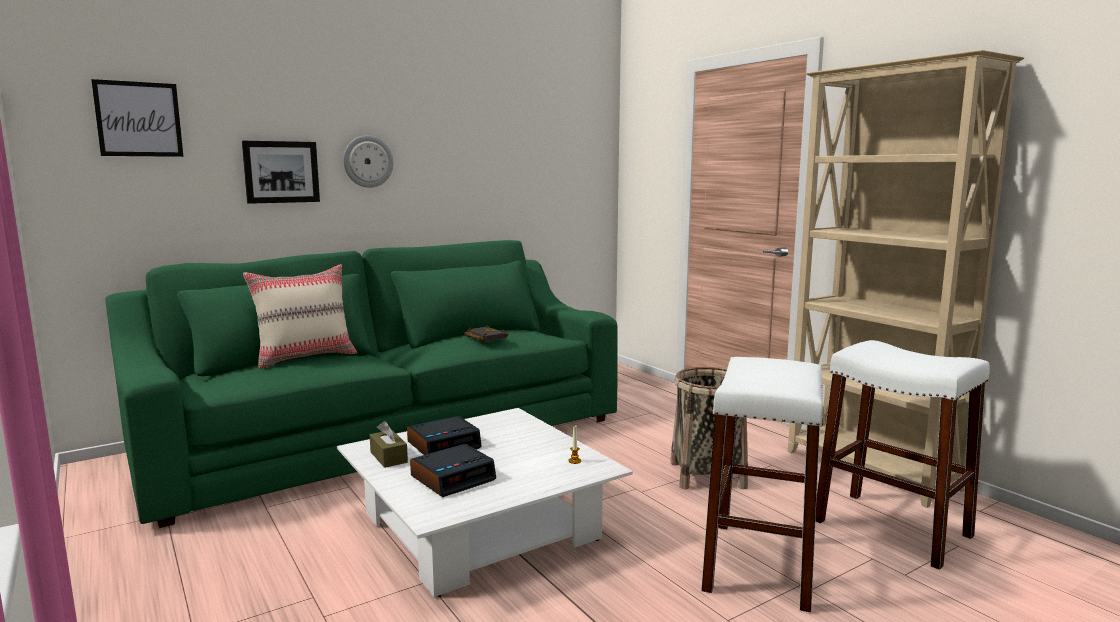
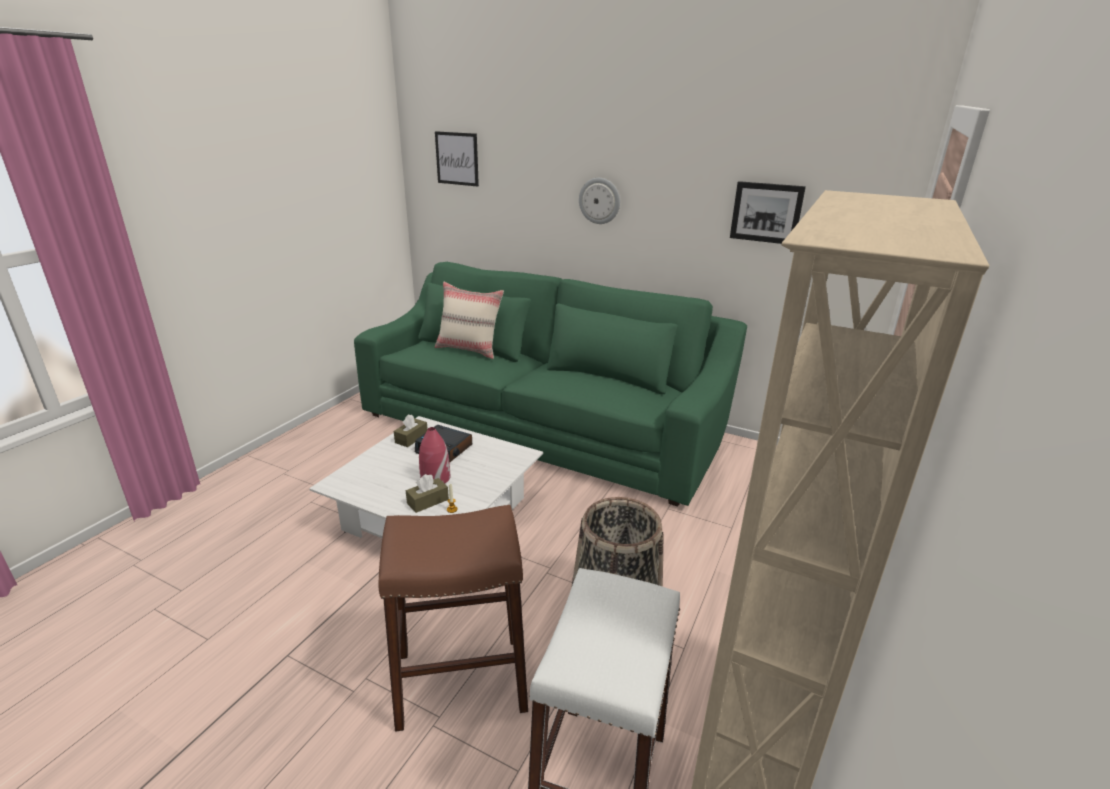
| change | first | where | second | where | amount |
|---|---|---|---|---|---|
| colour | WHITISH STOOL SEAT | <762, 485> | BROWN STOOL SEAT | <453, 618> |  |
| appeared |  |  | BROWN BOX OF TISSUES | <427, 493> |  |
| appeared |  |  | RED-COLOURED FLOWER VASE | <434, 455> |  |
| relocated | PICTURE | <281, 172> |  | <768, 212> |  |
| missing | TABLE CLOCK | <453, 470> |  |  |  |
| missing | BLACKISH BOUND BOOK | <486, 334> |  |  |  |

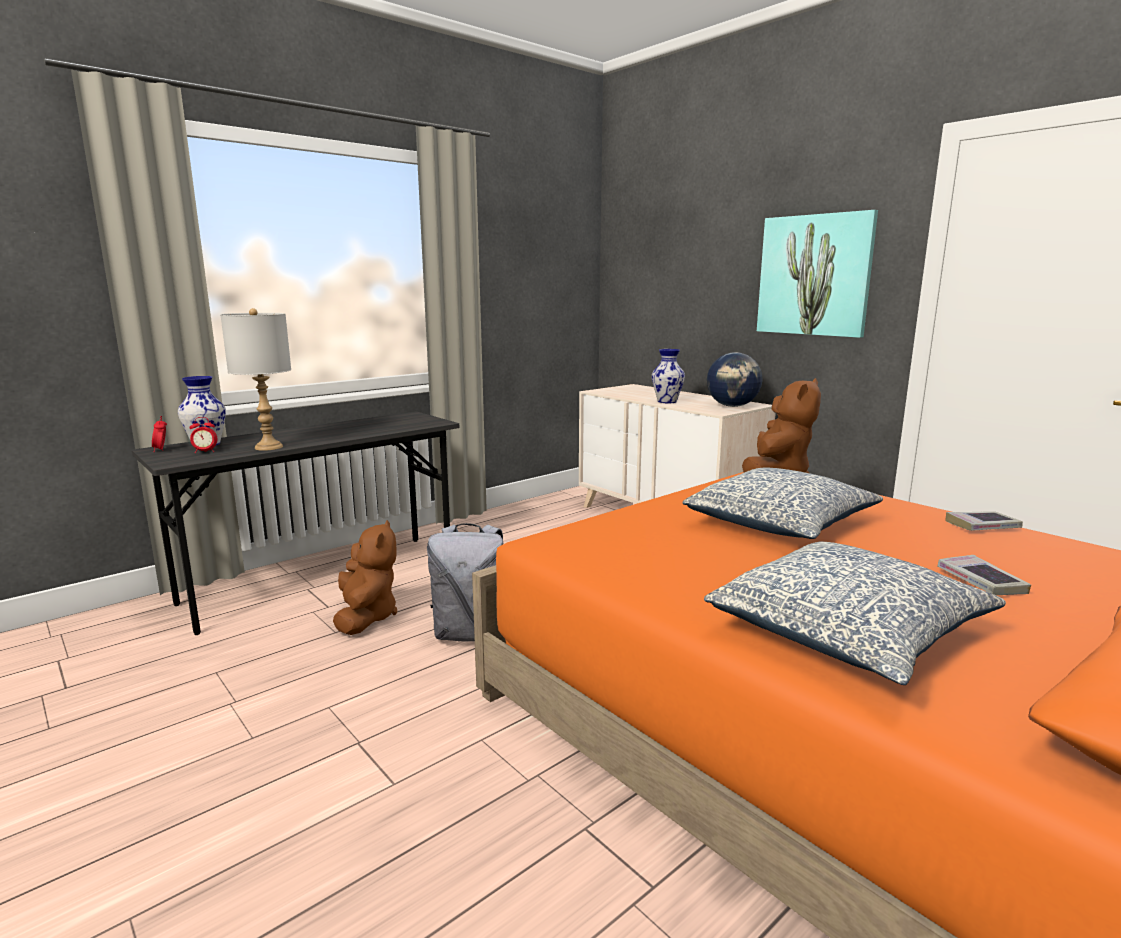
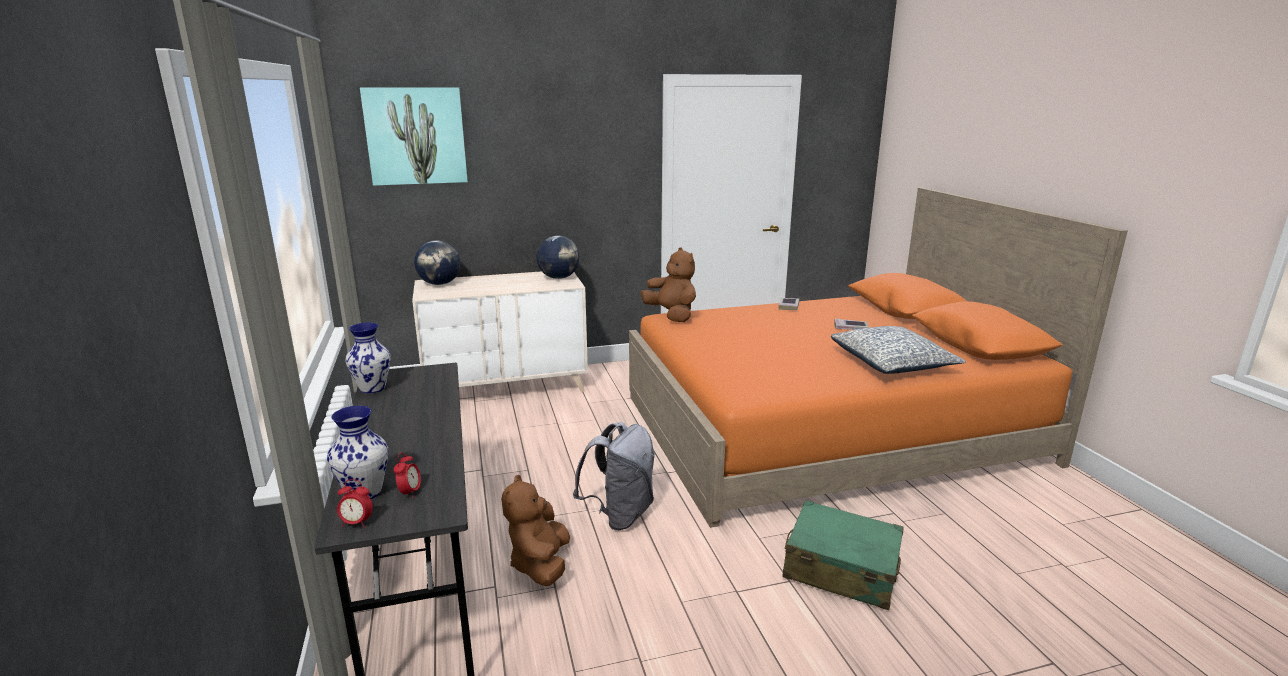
| change | first | where | second | where | amount |
|---|---|---|---|---|---|
| relocated | FLOWER VASE | <668, 376> |  | <368, 357> |  |
| relocated | PICTURE | <817, 274> |  | <414, 136> |  |
| appeared |  |  | DESK GLOBE | <437, 262> |  |
| spun | BROWN SOFT TOY | <365, 577> |  | <535, 530> | 105 degrees counterclockwise |
| appeared |  |  | GREEN SUITCASE | <843, 555> |  |
| missing | GREY LAMP FOR A TABLE | <255, 379> |  |  |  |
| missing | THROW PILLOW | <783, 503> |  |  |  |

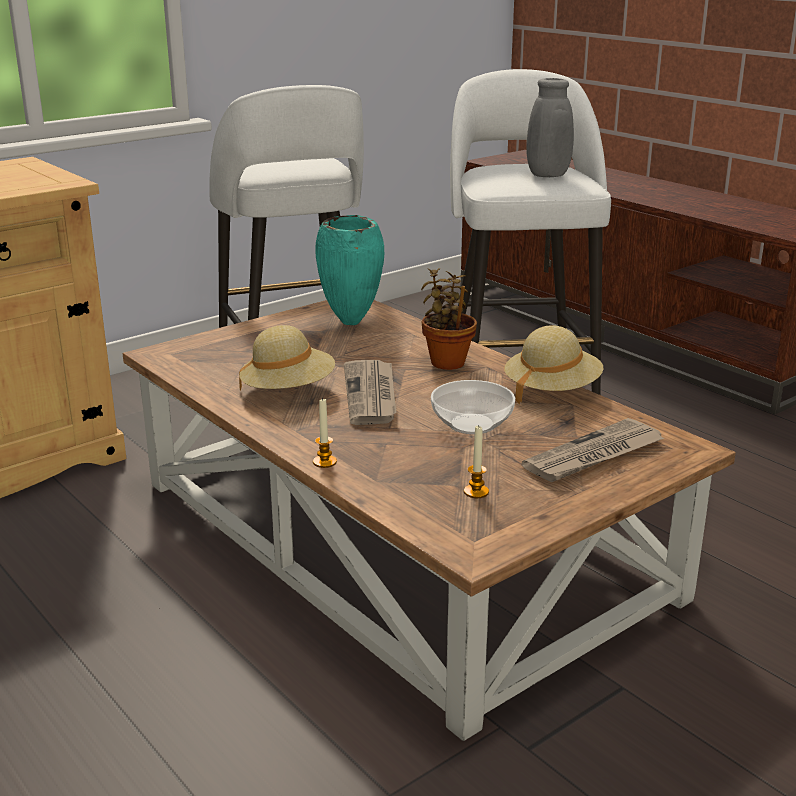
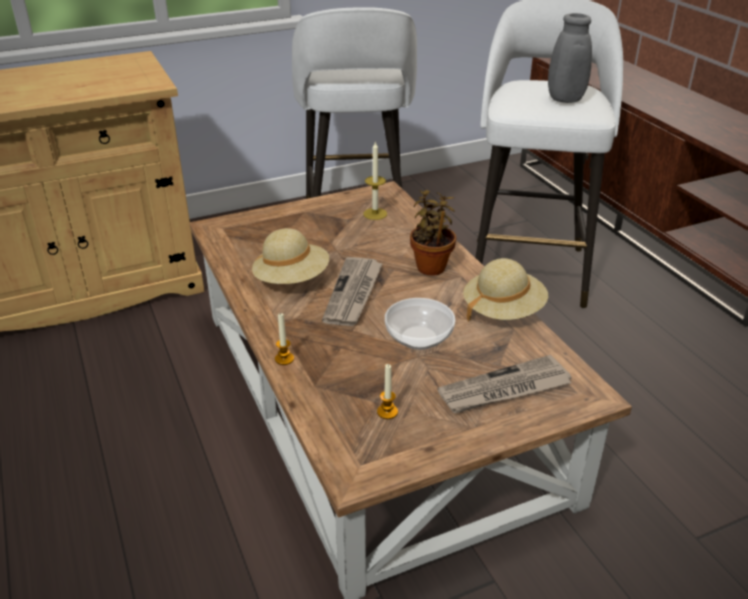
| change | first | where | second | where | amount |
|---|---|---|---|---|---|
| exchanged | BLUE-GREEN FLOWER VASE | <349, 270> | WAX LIGHT | <375, 180> |  |

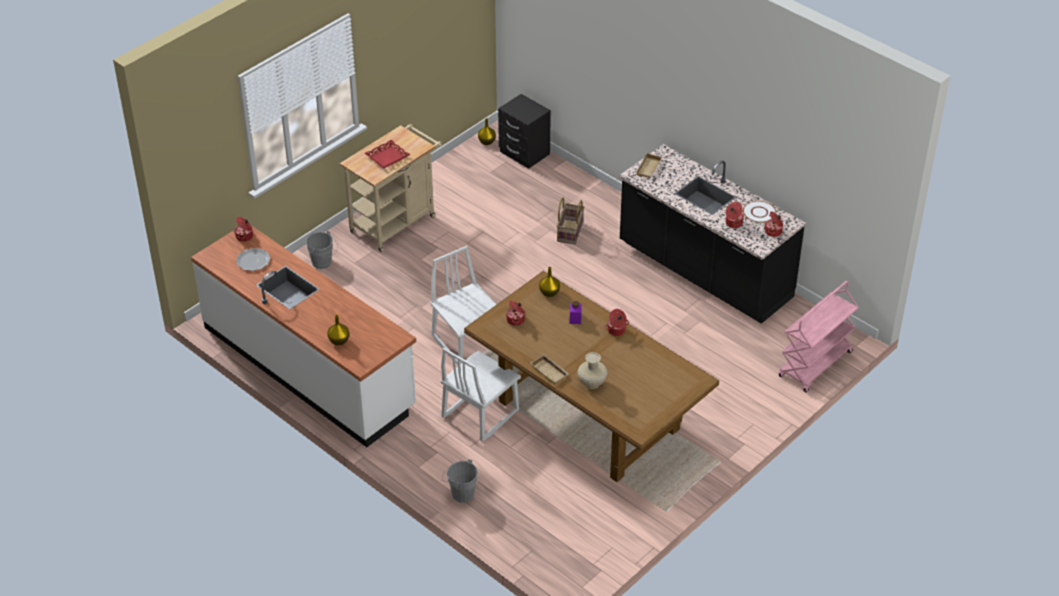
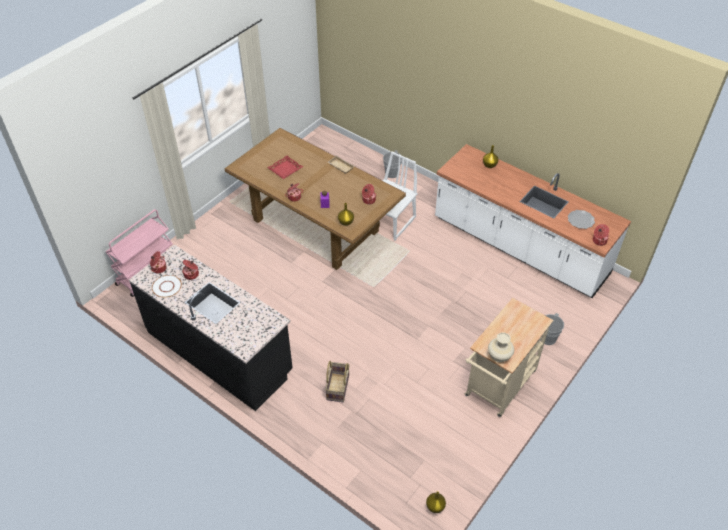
| change | first | where | second | where | amount |
|---|---|---|---|---|---|
| relocated | RED-COLOURED CARRYING TRAY | <387, 154> |  | <285, 167> |  |
| relocated | SAND-COLOURED FLOWER VASE | <592, 370> |  | <501, 347> |  |
| missing | WHITISH PLAIN CHAIR | <463, 305> |  |  |  |
| missing | BLACKISH NIGHT TABLE | <524, 131> |  |  |  |
| missing | SAND-COLOURED CARRYING TRAY | <649, 165> |  |  |  |

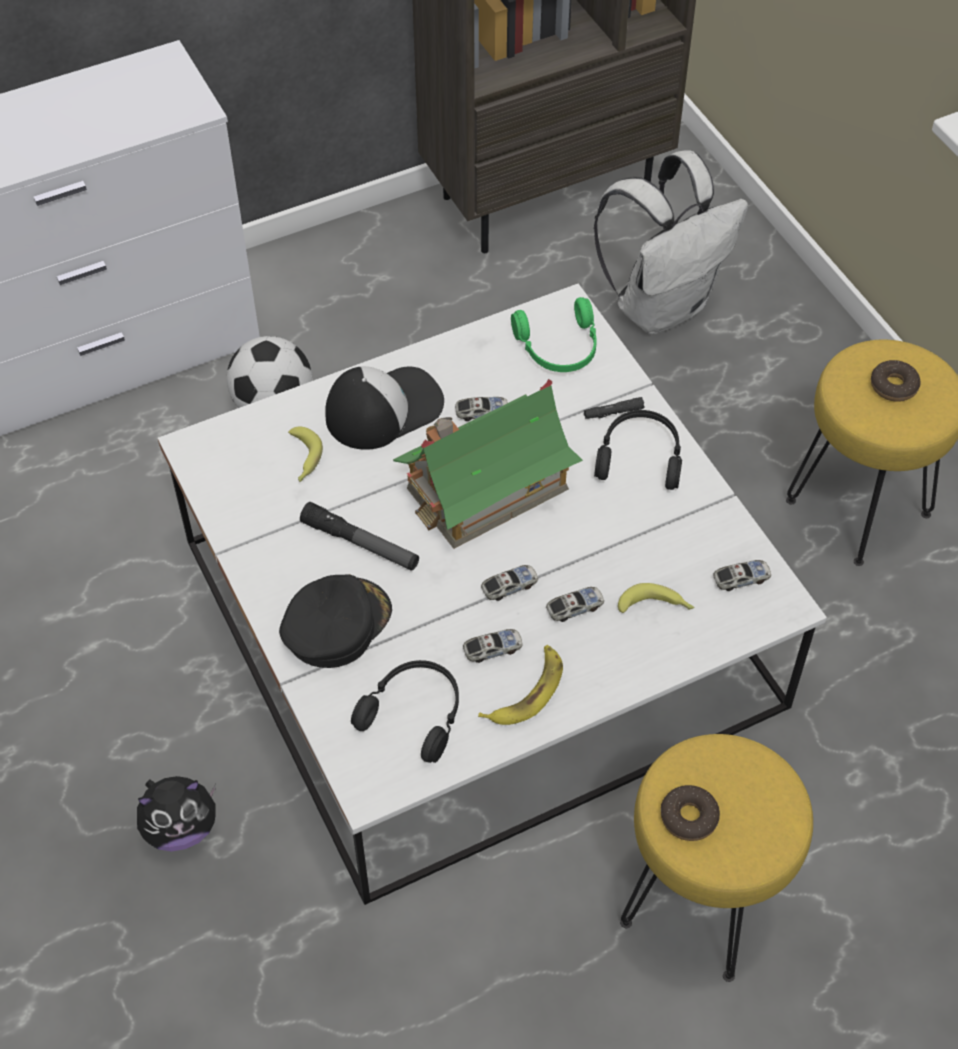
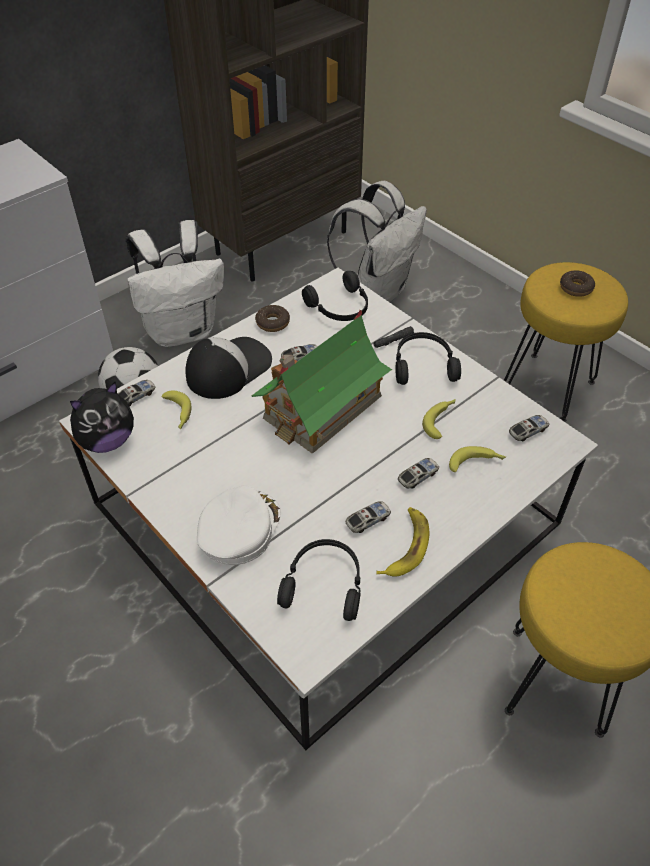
| change | first | where | second | where | amount |
|---|---|---|---|---|---|
| relocated | SOFT TOY | <176, 814> |  | <102, 417> |  |
| relocated | TOY CAR | <509, 583> |  | <137, 393> |  |
| appeared |  |  | WHITISH BACKPACK | <175, 283> |  |
| colour | BLACKISH BASEBALL CAP | <335, 621> | WHITISH BASEBALL CAP | <239, 525> |  |
| relocated | DONUT | <690, 813> |  | <272, 318> |  |
| colour | GREEN HEADPHONES | <554, 334> | BLACKISH HEADPHONES | <335, 296> |  |
| appeared |  |  | WHOLE BANANA | <439, 419> |  |
| missing | TORCH | <359, 536> |  |  |  |

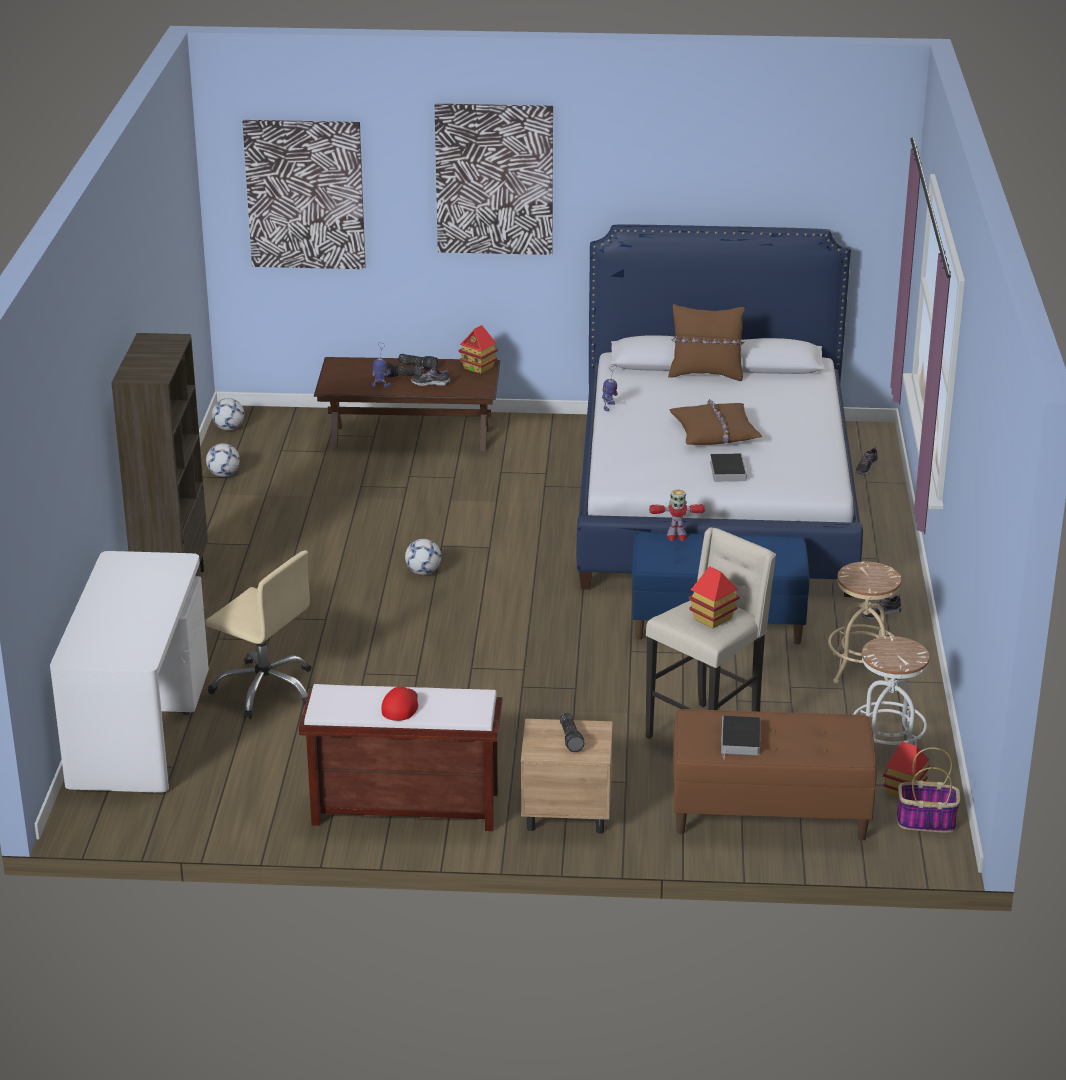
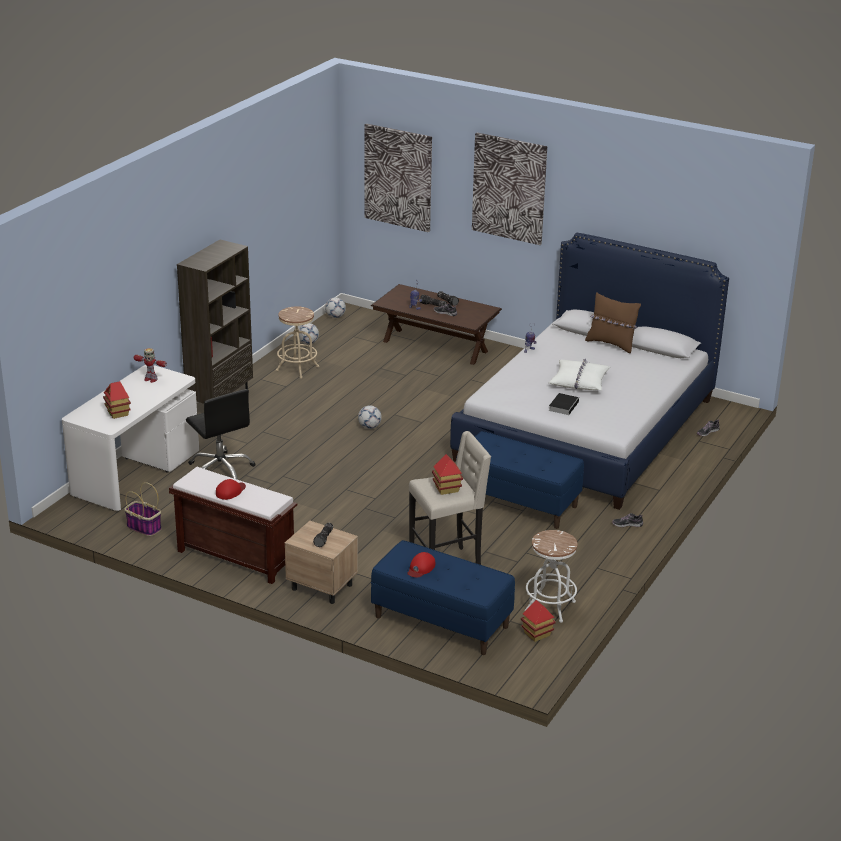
| change | first | where | second | where | amount |
|---|---|---|---|---|---|
| relocated | TOY HOUSE | <478, 349> |  | <117, 400> |  |
| relocated | HOUSEHOLD BASKET | <928, 789> |  | <142, 509> |  |
| relocated | MODEL ROBOT | <677, 515> |  | <150, 365> |  |
| colour | SAND-COLOURED DESK CHAIR | <258, 634> | BLACKISH DESK CHAIR | <220, 434> |  |
| relocated | SAND-COLOURED STOOL SEAT | <864, 622> |  | <297, 342> |  |
| colour | BROWN LONG SEAT | <775, 775> | BLUISH LONG SEAT | <443, 597> |  |
| exchanged | BOUND BOOK | <740, 737> | RED-COLOURED BASEBALL CAP | <421, 565> |  |
| colour | BROWN THROW PILLOW | <715, 422> | WHITISH THROW PILLOW | <579, 374> |  |

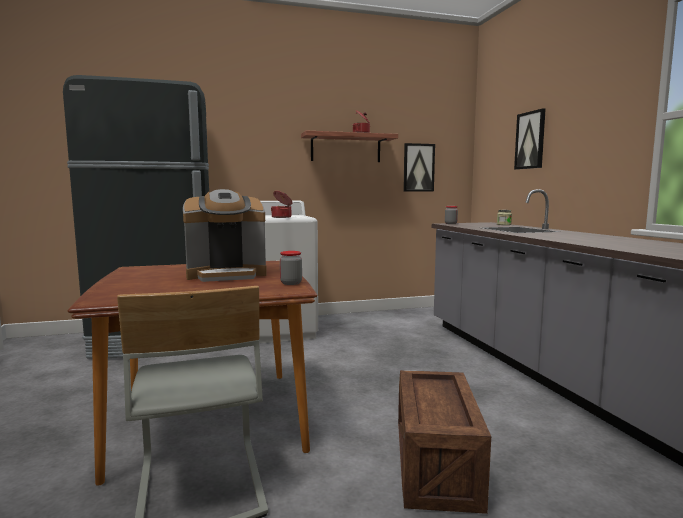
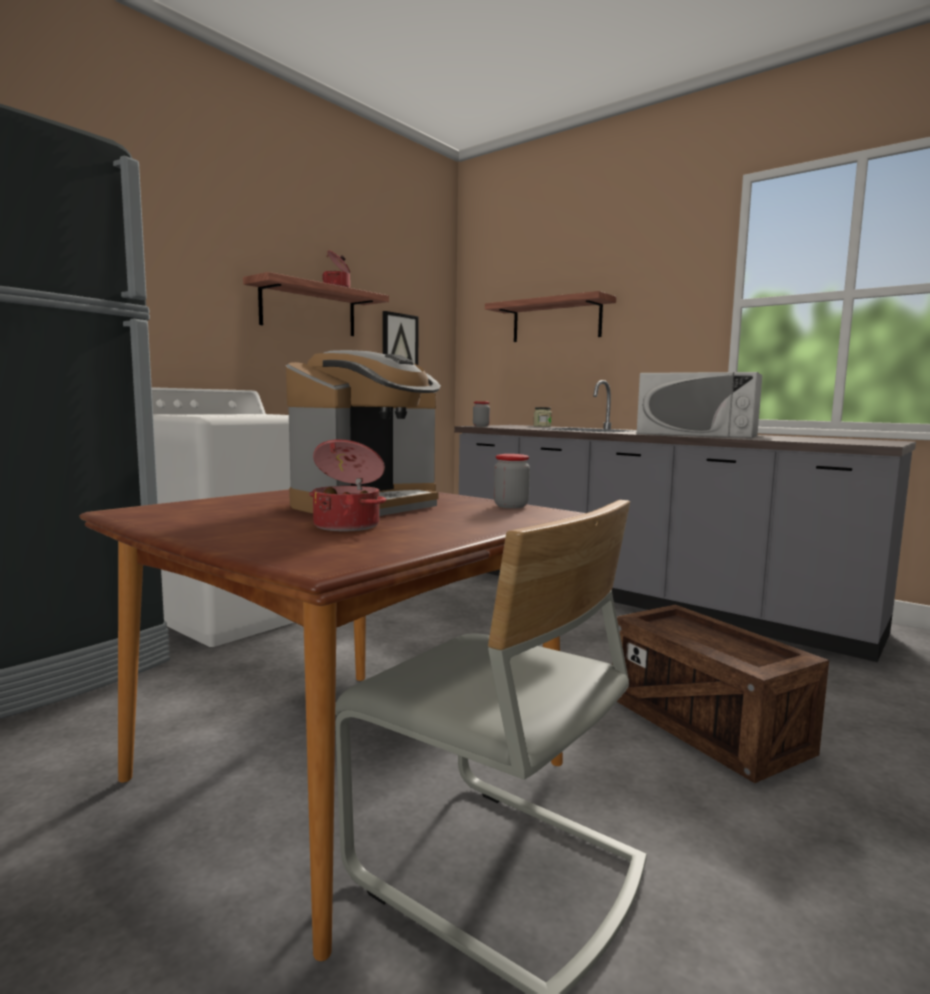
| change | first | where | second | where | amount |
|---|---|---|---|---|---|
| relocated | SAUCEPOT | <281, 204> |  | <347, 485> |  |
| exchanged | PICTURE | <530, 139> | BRACKET SHELF | <550, 316> |  |
| appeared |  |  | WHITISH KITCHEN MICROWAVE | <699, 405> |  |

